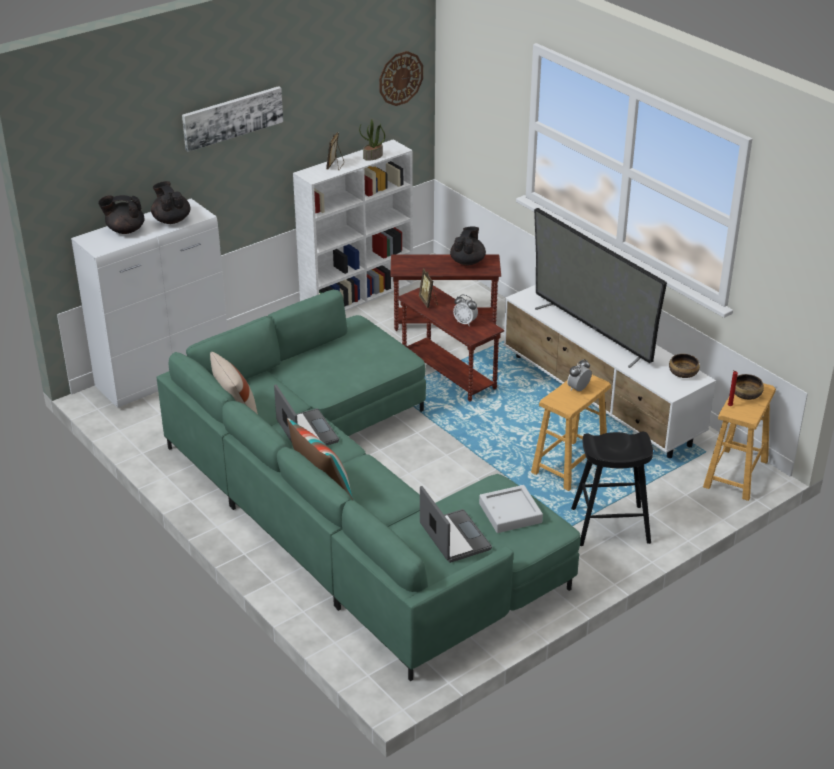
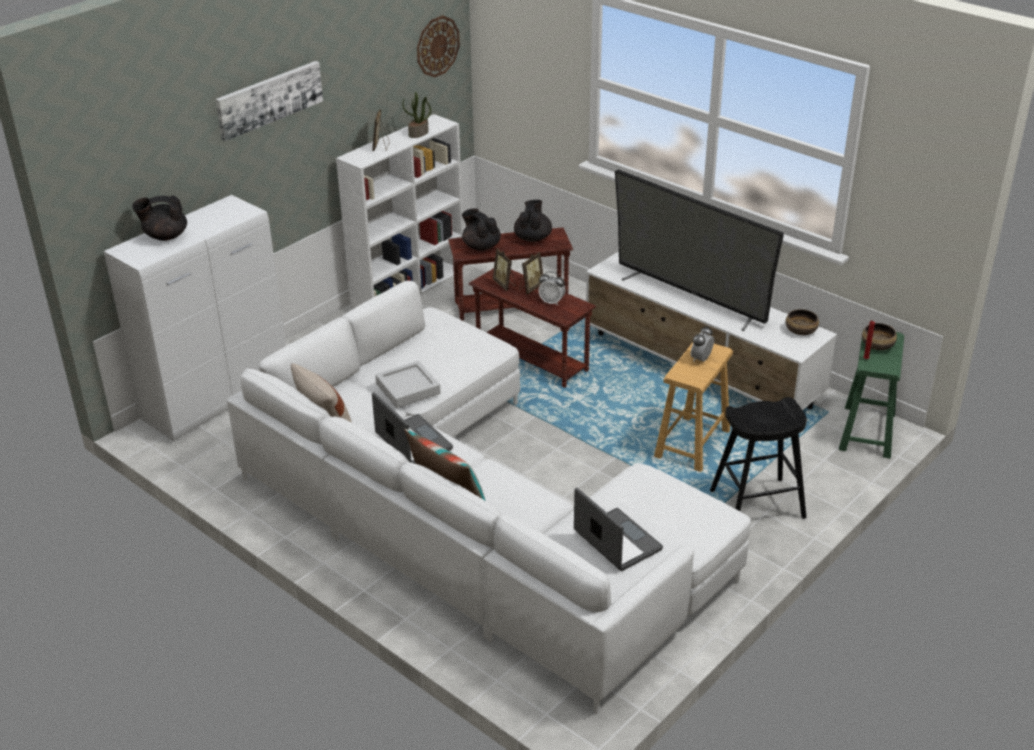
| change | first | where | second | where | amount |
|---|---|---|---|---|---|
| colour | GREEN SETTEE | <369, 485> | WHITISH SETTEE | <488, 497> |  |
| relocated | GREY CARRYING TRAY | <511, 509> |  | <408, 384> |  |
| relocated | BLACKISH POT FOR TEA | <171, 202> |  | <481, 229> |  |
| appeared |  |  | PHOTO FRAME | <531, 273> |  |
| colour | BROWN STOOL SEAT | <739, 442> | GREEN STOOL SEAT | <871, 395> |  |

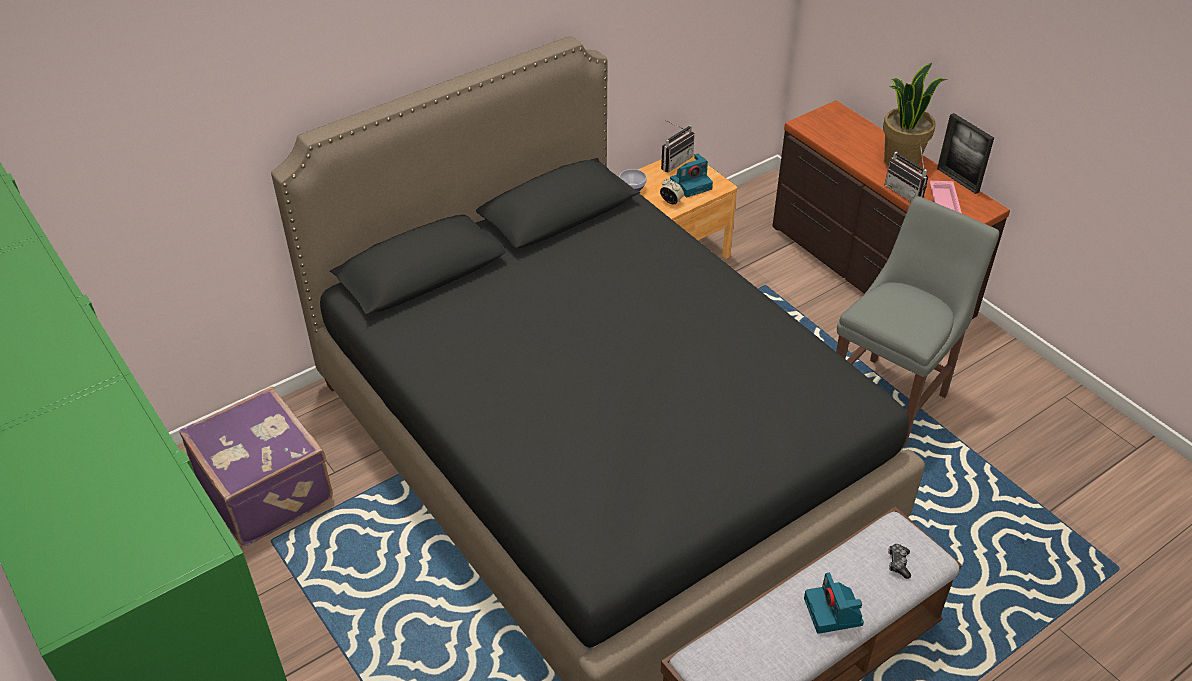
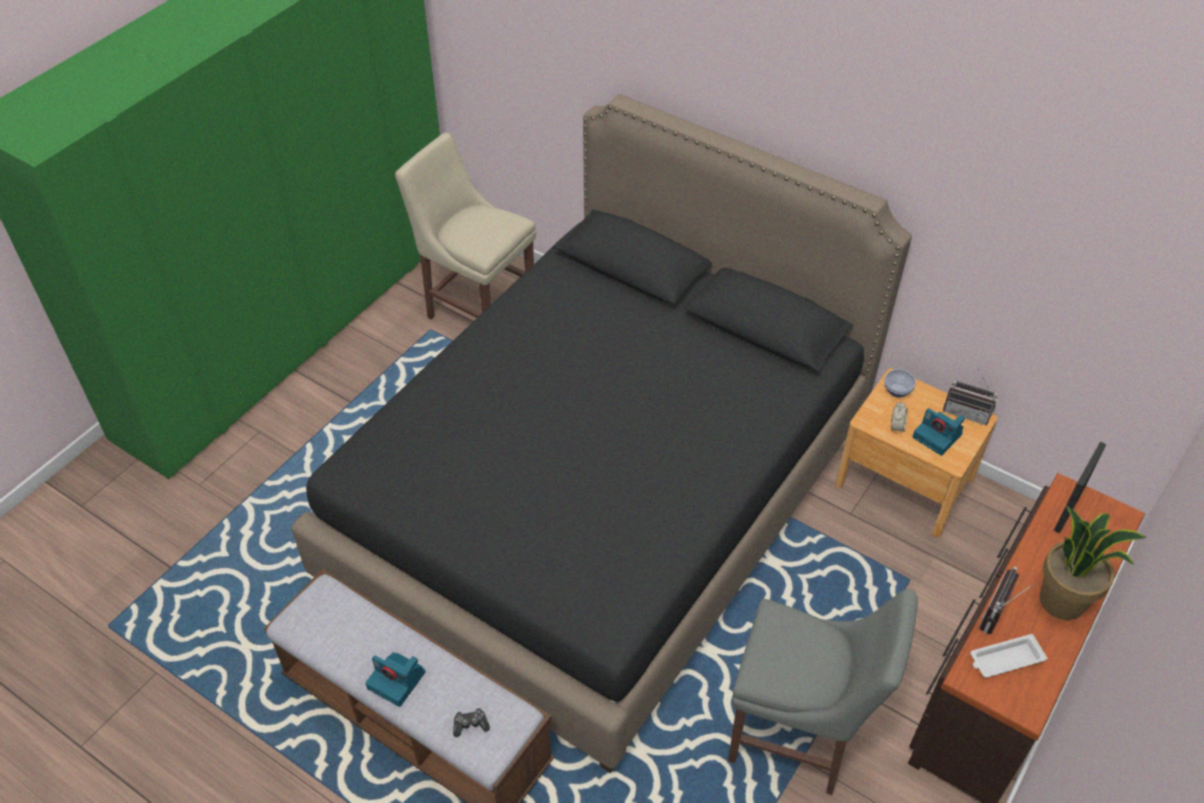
| change | first | where | second | where | amount |
|---|---|---|---|---|---|
| spun | STILL CAMERA | <834, 603> |  | <395, 679> | 120 degrees counterclockwise |
| exchanged | PURPLISH SUITCASE | <256, 466> | SAND-COLOURED PLAIN CHAIR | <465, 226> |  |
| colour | PINK CARRYING TRAY | <946, 197> | WHITISH CARRYING TRAY | <1009, 656> |  |
| relocated | PHOTO FRAME | <965, 153> |  | <1079, 488> |  |

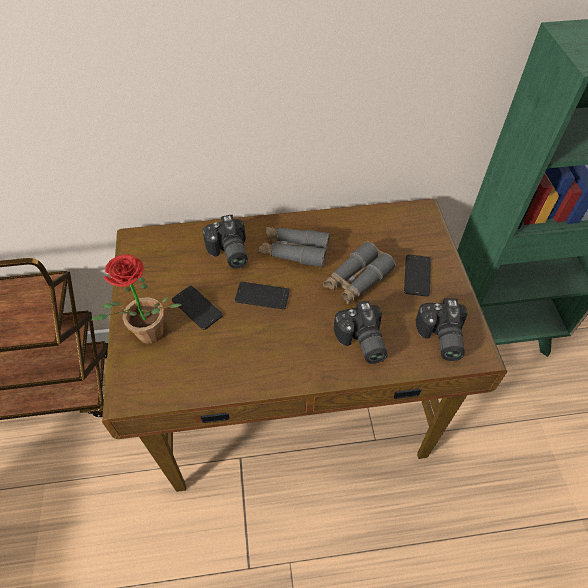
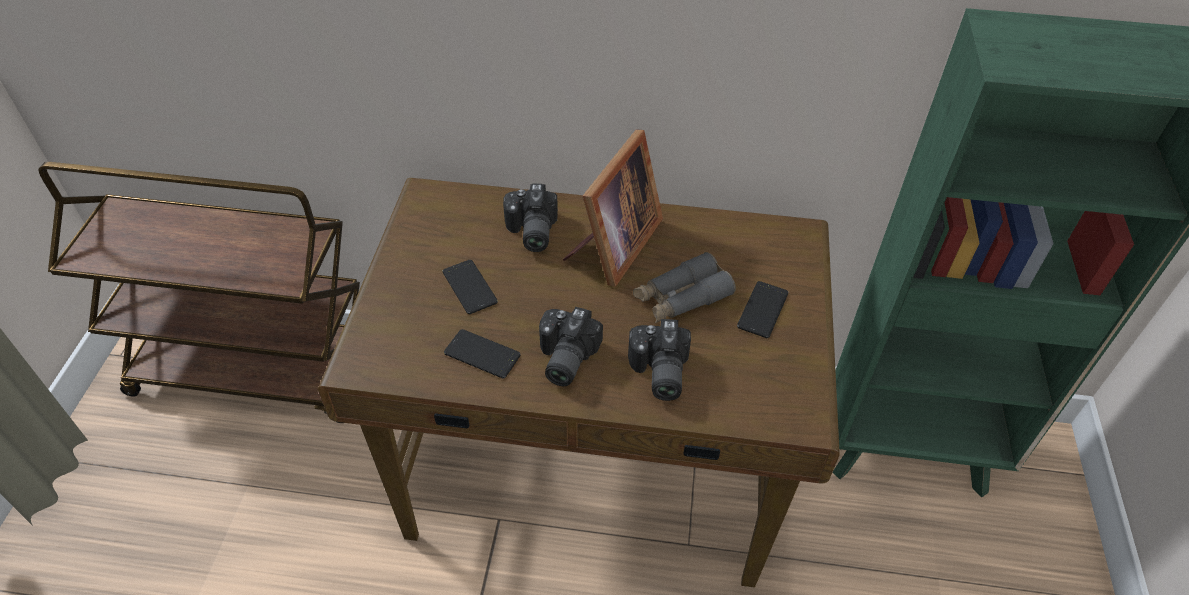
| change | first | where | second | where | amount |
|---|---|---|---|---|---|
| relocated | HANDSET | <262, 295> |  | <482, 353> |  |
| relocated | STILL CAMERA | <441, 329> |  | <571, 346> |  |
| exchanged | GREY PAIR OF BINOCULARS | <294, 247> | PHOTO FRAME | <613, 208> |  |
| missing | PLANT IN A POT | <136, 299> |  |  |  |

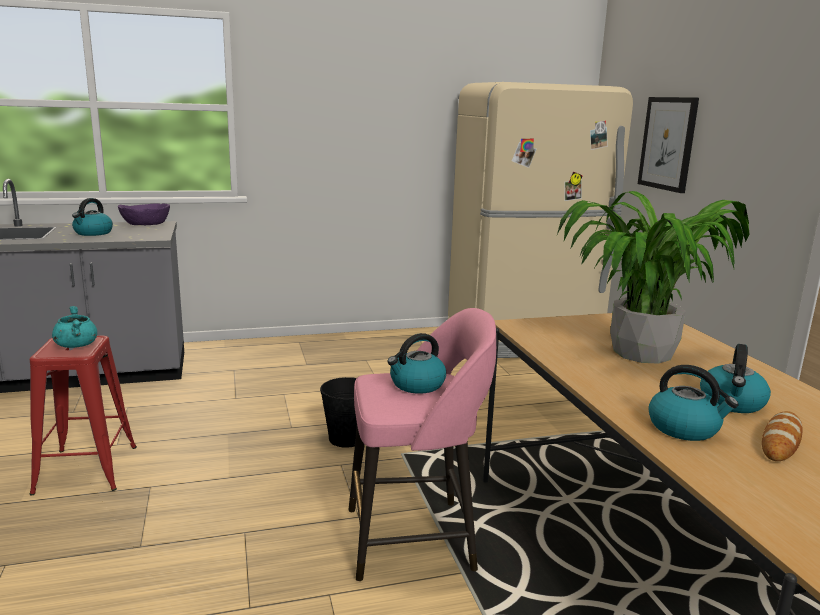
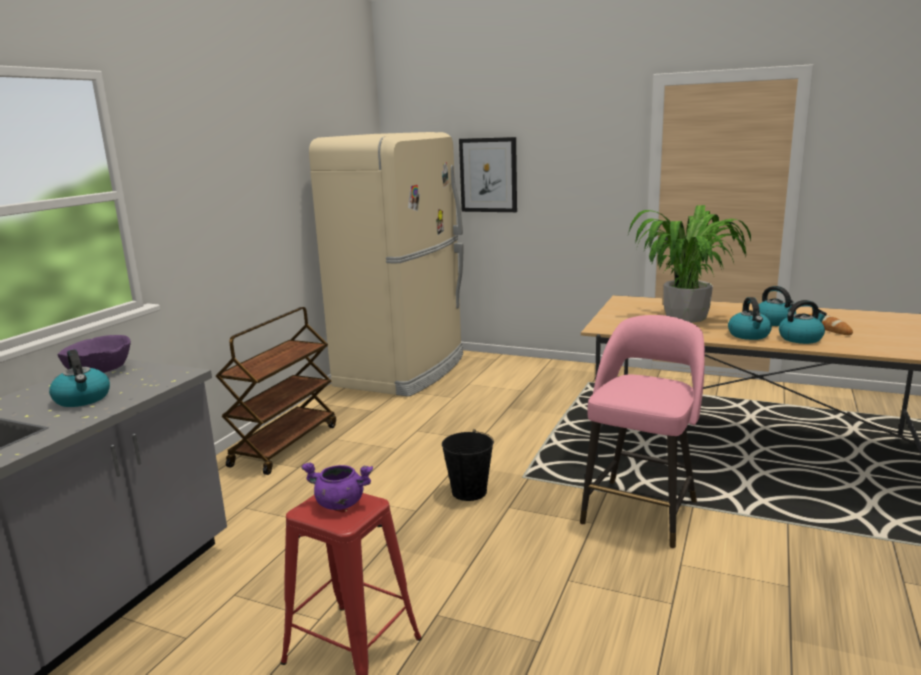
| change | first | where | second | where | amount |
|---|---|---|---|---|---|
| appeared |  |  | BROWN CART | <276, 391> |  |
| colour | BLUE-GREEN SAUCEPOT | <74, 327> | PURPLISH SAUCEPOT | <337, 486> |  |
| relocated | TEA KETTLE | <416, 363> |  | <750, 318> |  |

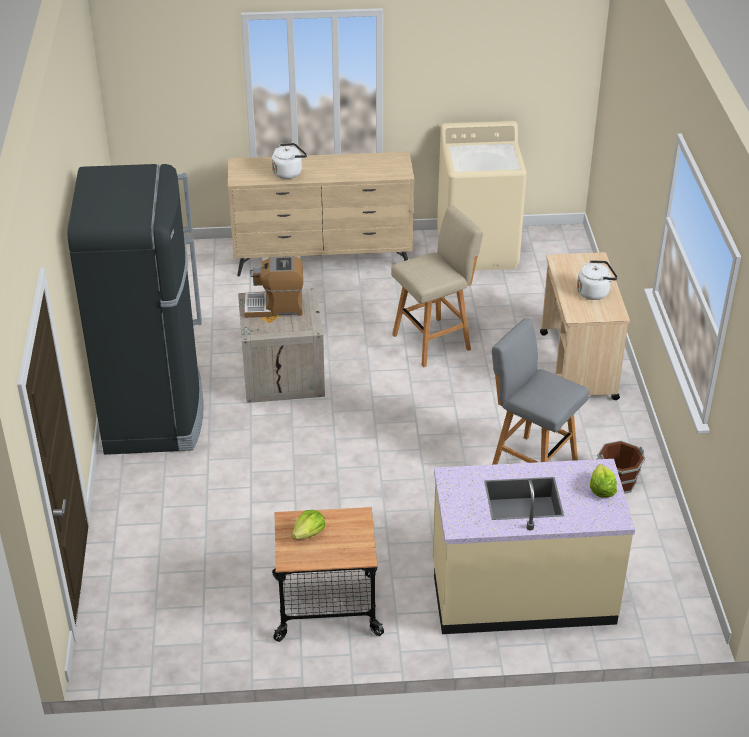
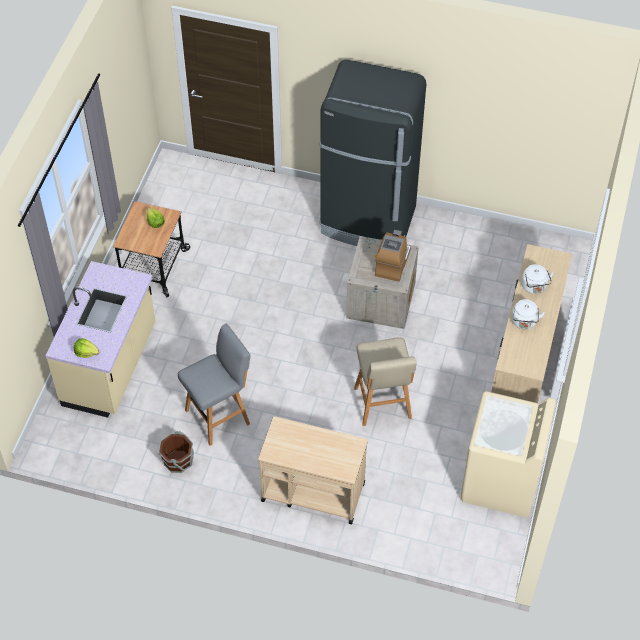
| change | first | where | second | where | amount |
|---|---|---|---|---|---|
| relocated | WHITISH TEA KETTLE | <597, 280> |  | <528, 314> |  |

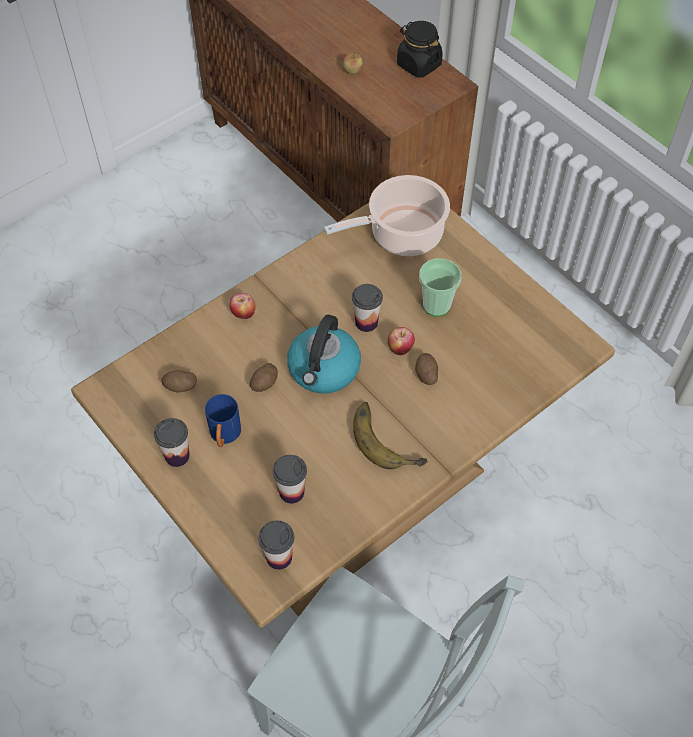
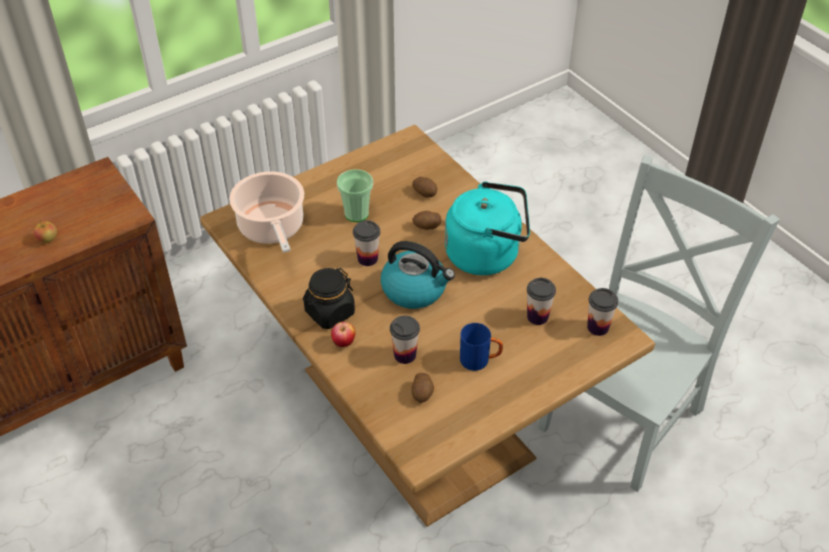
| change | first | where | second | where | amount |
|---|---|---|---|---|---|
| relocated | BLACKISH STORAGE JAR | <420, 49> |  | <329, 298> |  |
| relocated | SMALL CUP | <172, 442> |  | <405, 339> |  |
| relocated | POTATO | <264, 377> |  | <424, 187> |  |
| exchanged | WHOLE BANANA | <390, 435> | BLUE-GREEN TEA KETTLE | <487, 228> |  |
| missing | WHOLE APPLE | <401, 341> |  |  |  |

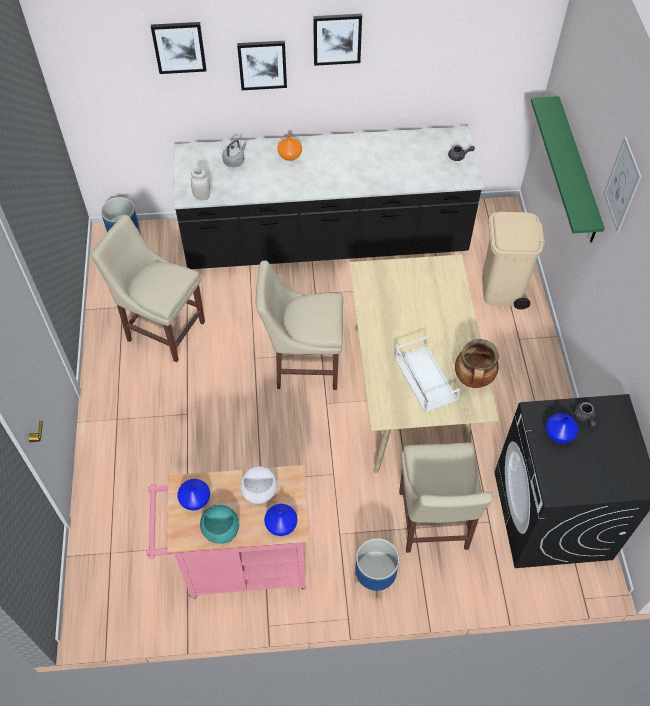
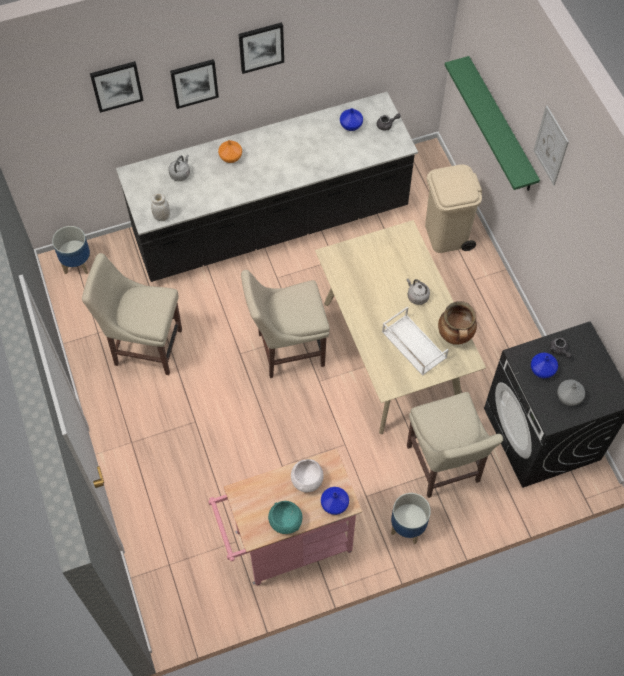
| change | first | where | second | where | amount |
|---|---|---|---|---|---|
| relocated | BLUISH FLOWER VASE | <193, 494> |  | <351, 119> |  |
| appeared |  |  | GREY TEA KETTLE | <418, 291> |  |
| appeared |  |  | GREY FLOWER VASE | <571, 393> |  |

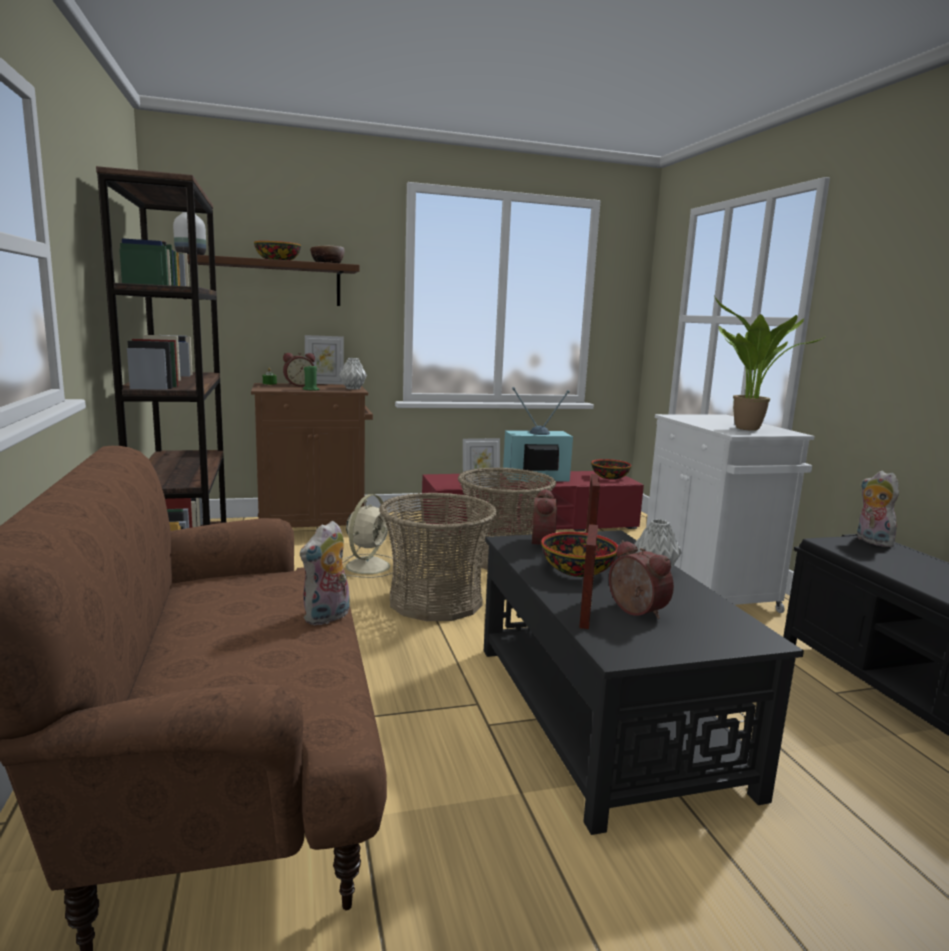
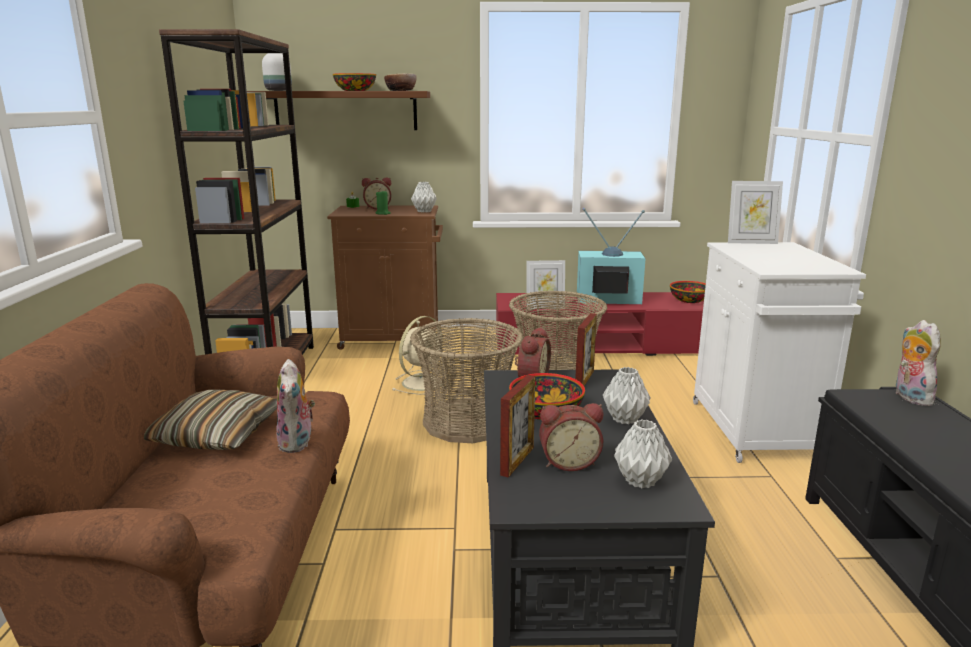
| change | first | where | second | where | amount |
|---|---|---|---|---|---|
| appeared |  |  | THROW PILLOW | <210, 420> |  |
| spun | SOFT TOY | <325, 573> |  | <295, 406> | 60 degrees counterclockwise |
| spun | TABLE CLOCK | <641, 579> |  | <571, 437> | 105 degrees clockwise |
| appeared |  |  | GREY FLOWER VASE | <643, 454> |  |
| relocated | PHOTO FRAME | <324, 360> |  | <755, 212> |  |
| missing | PLANT IN A POT | <770, 363> |  |  |  |

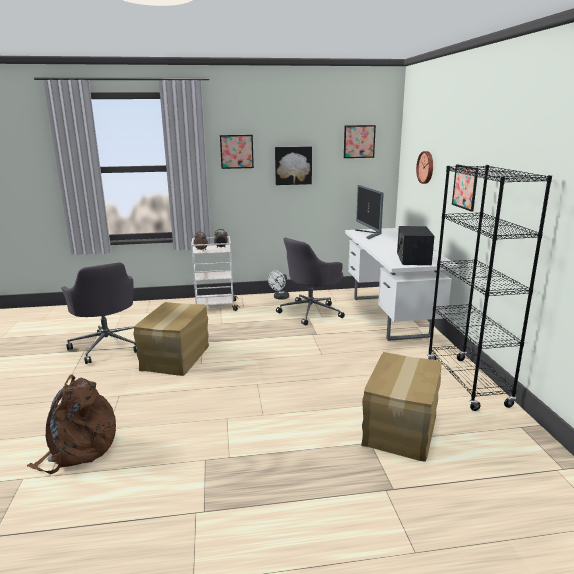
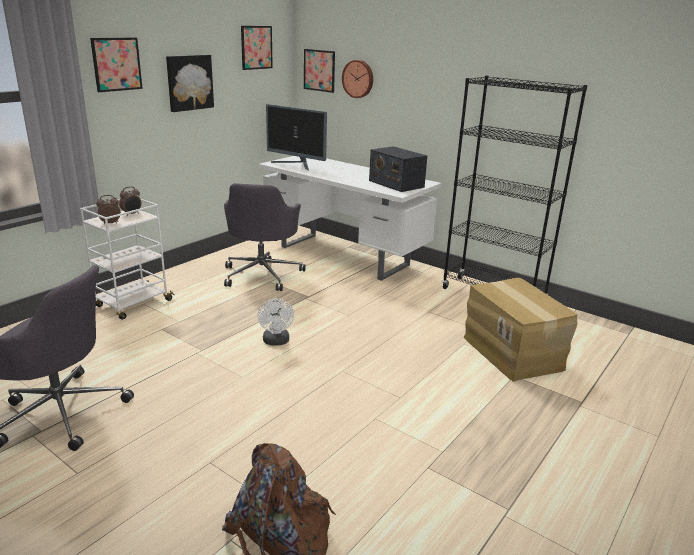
| change | first | where | second | where | amount |
|---|---|---|---|---|---|
| relocated | WHITISH COOLING FAN | <278, 285> |  | <275, 322> |  |
| relocated | PICTURE | <465, 188> |  | <319, 71> |  |
| missing | PACKING BOX | <171, 339> |  |  |  |

